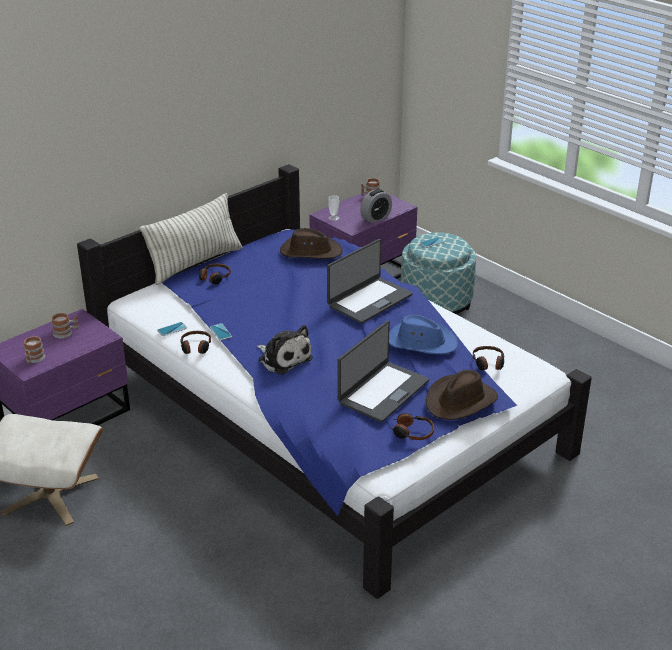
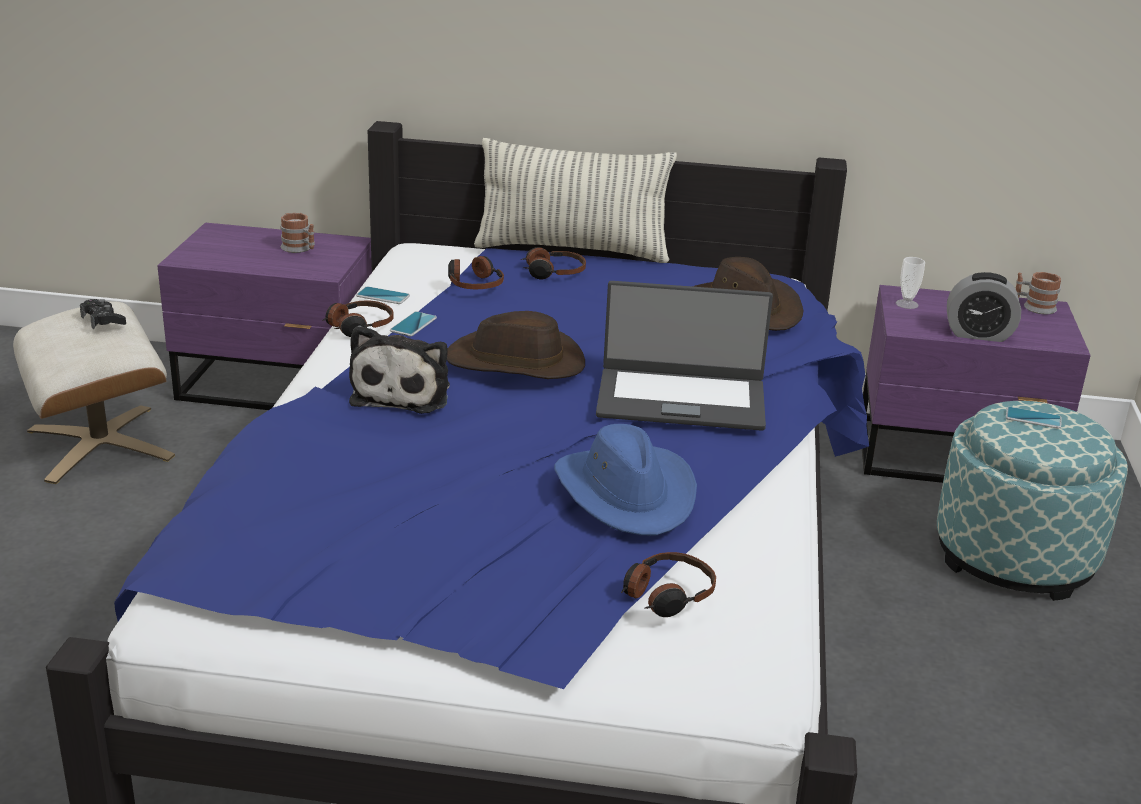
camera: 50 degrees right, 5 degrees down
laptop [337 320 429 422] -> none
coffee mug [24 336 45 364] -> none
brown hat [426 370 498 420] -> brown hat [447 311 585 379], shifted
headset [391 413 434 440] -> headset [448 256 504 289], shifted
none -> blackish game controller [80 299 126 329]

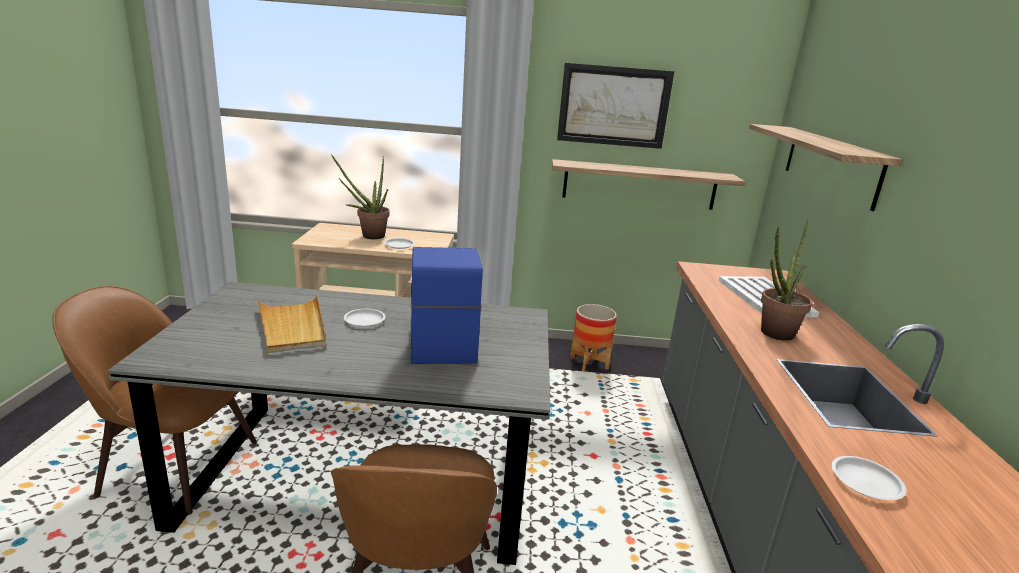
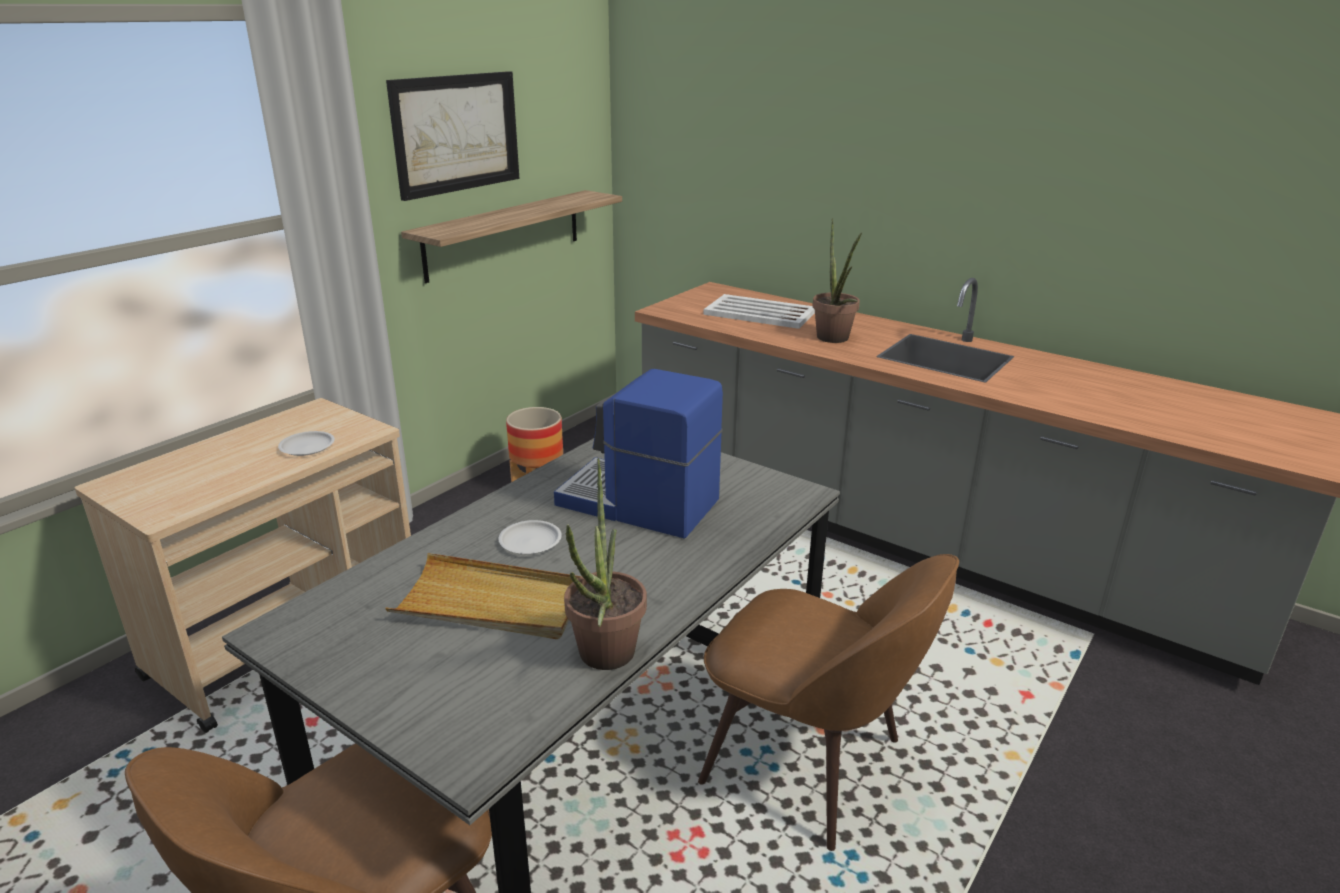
camera: 55 degrees left, 5 degrees up
wall shelf [749 124 903 211] -> none
houseplant [331 154 390 239] -> houseplant [564 458 647 670], shifted
white-coloured flat dish [832 456 907 500] -> none

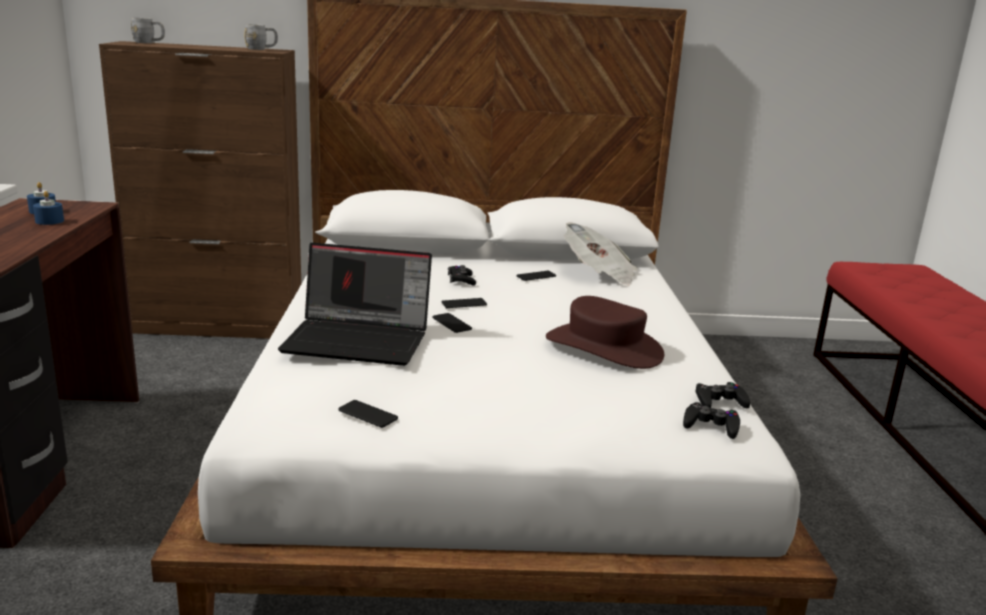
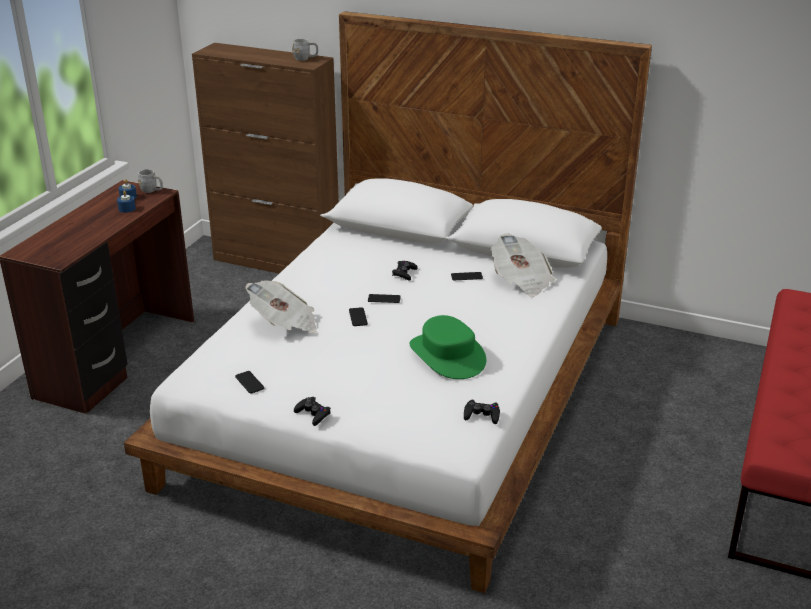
camera: 25 degrees right, 10 degrees up
gray coffee mug [131 18 165 43] -> gray coffee mug [138 169 163 193], shifted
laptop [278 243 432 366] -> newspaper [245 281 317 333]
brown hat [546 296 664 369] -> greenish hat [409 315 486 379]
blackish game controller [683 402 740 439] -> blackish game controller [294 397 331 426], shifted

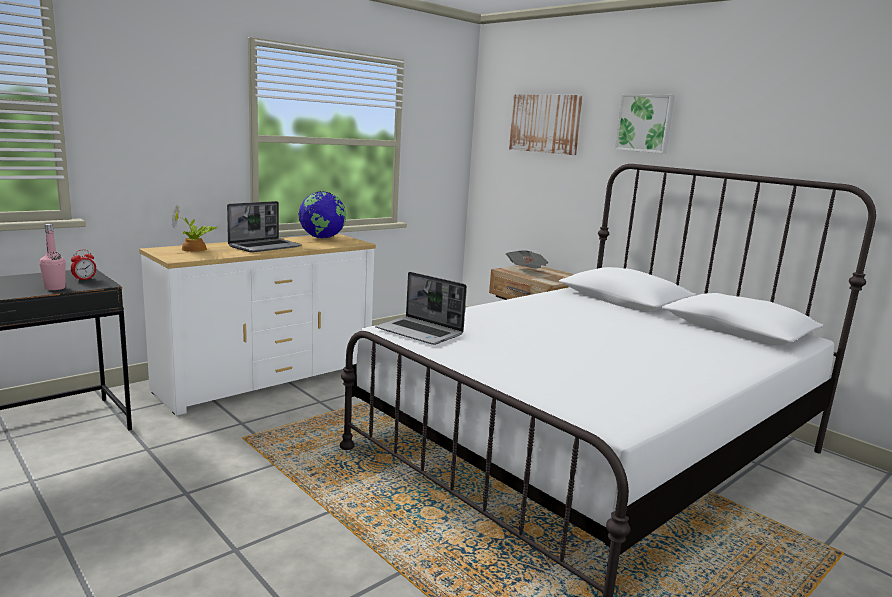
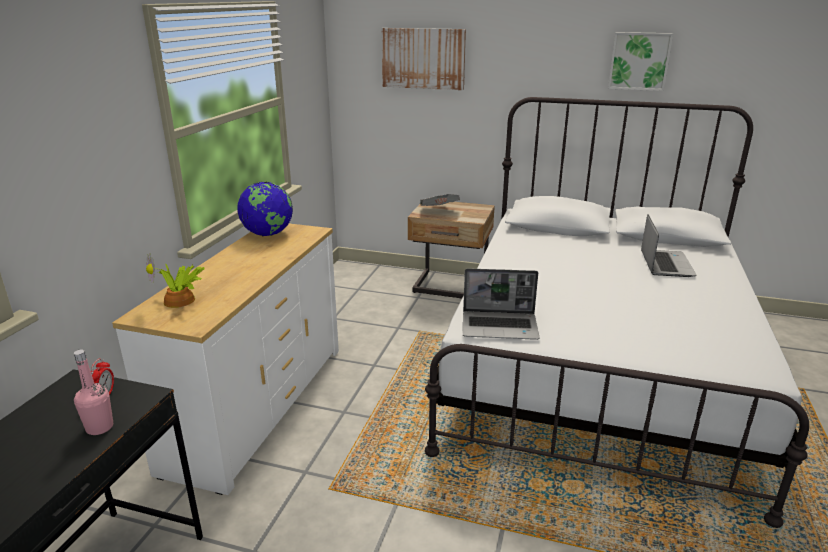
camera: 30 degrees left, 10 degrees up
wall picture [615 94 675 153] -> wall picture [608 32 673 91], shifted
laptop [227 201 302 252] -> laptop [641 214 696 277], shifted

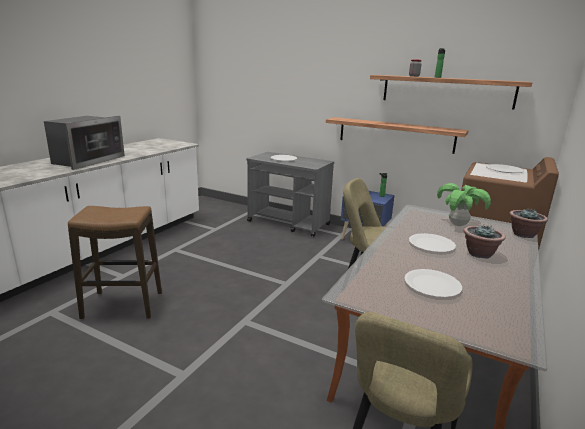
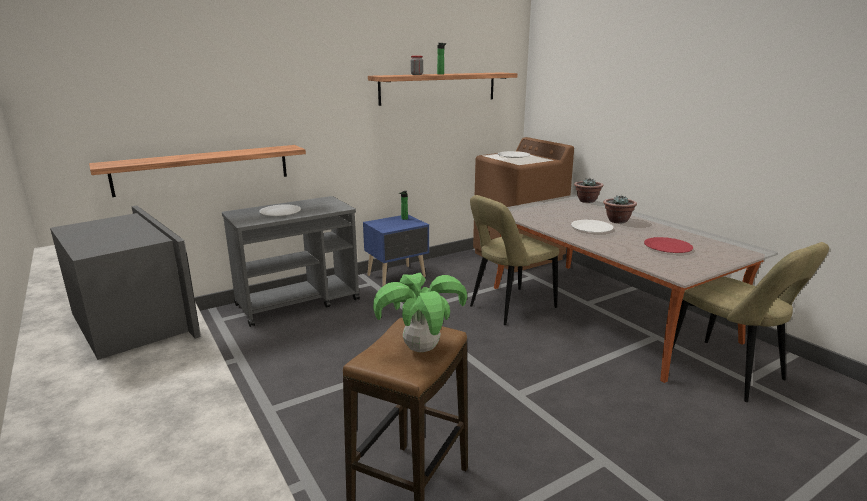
camera: 60 degrees left, 0 degrees up
wall shelf [326 117 469 154] -> wall shelf [89 145 306 197], shifted
houseplant [437 183 491 226] -> houseplant [373 273 467 352], shifted
white-coloured flat dish [404 269 462 298] -> red flat dish [644 237 693 253]

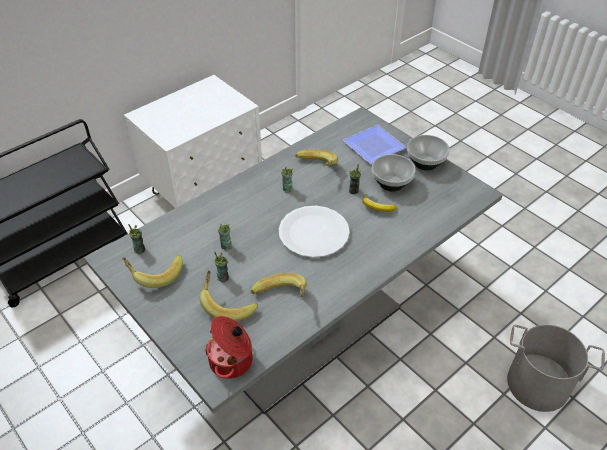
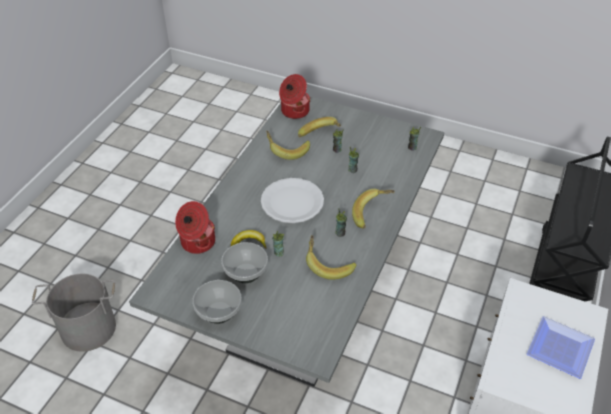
camera: 155 degrees right, 0 degrees up
flat dish [343 125 407 164] -> flat dish [527 316 595 379], shifted
banana fruit [122 255 183 288] -> banana fruit [352 189 394 229], shifted
none -> saucepot [175 201 215 254]

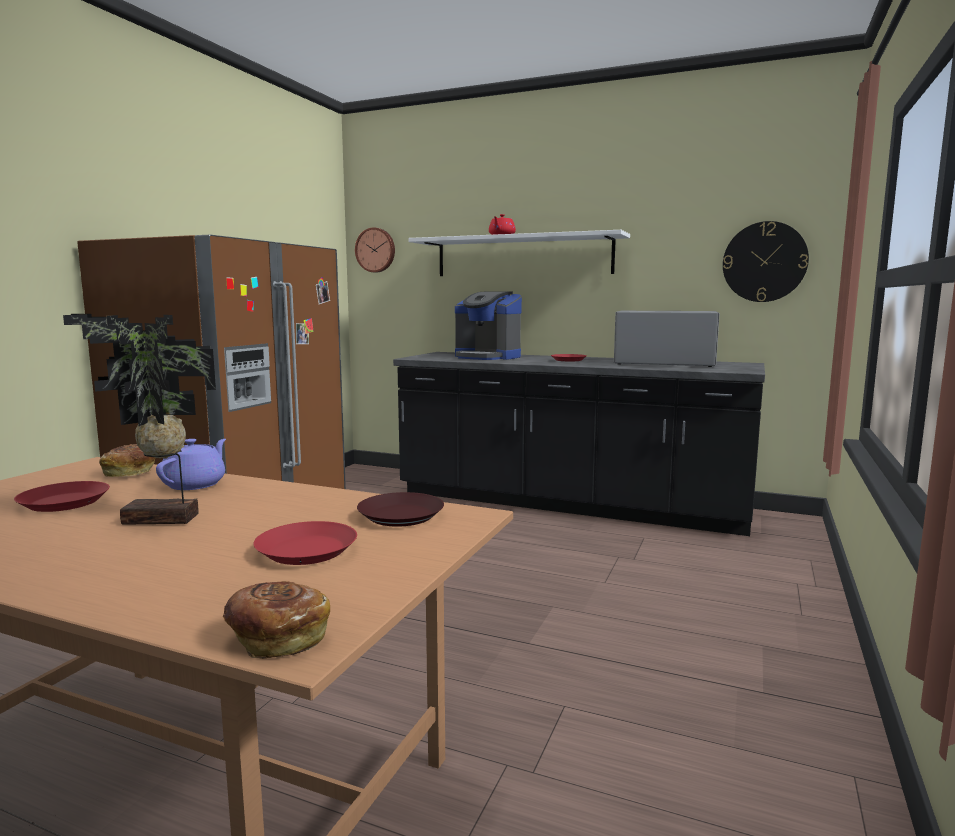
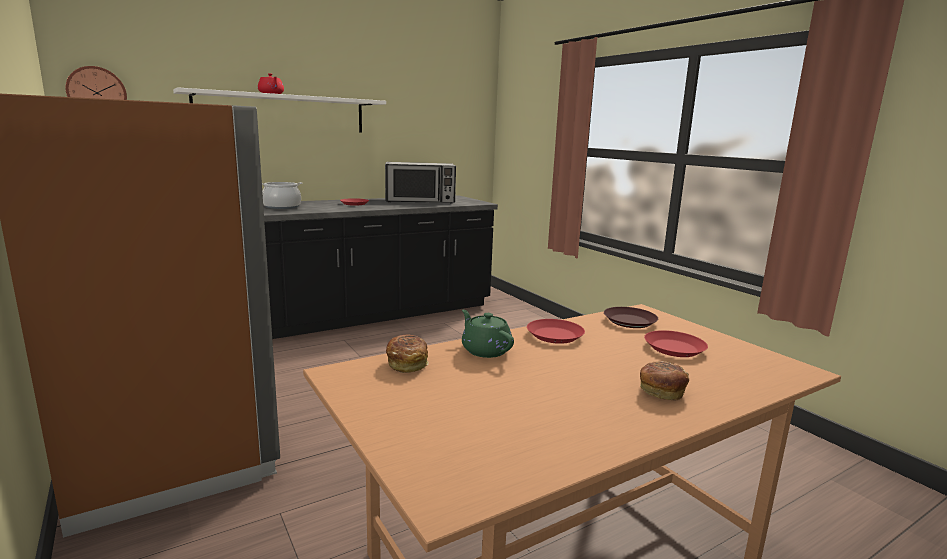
camera: 55 degrees left, 5 degrees up
hanging clock [723 221 809 302] -> none
coffee maker [455 291 522 360] -> saucepot [262 182 302 209]
kitchen microwave [614 311 720 367] -> kitchen microwave [385 162 456 203], 150 degrees counterclockwise
houseplant [63 314 216 525] -> none
purple tea pot [156 439 226 490] -> greenish tea pot [462 310 514 358]
red flat dish [14 481 110 512] -> red flat dish [527 319 585 344], shifted
bread [223 581 330 659] -> bread [640 361 689 400], shifted

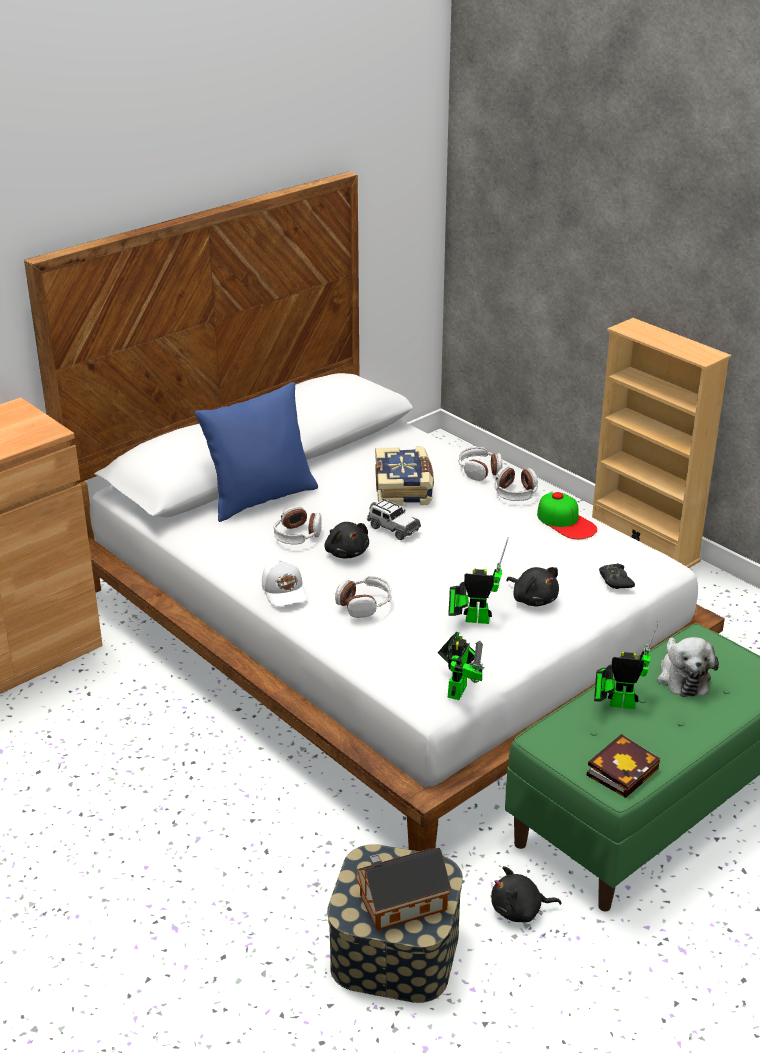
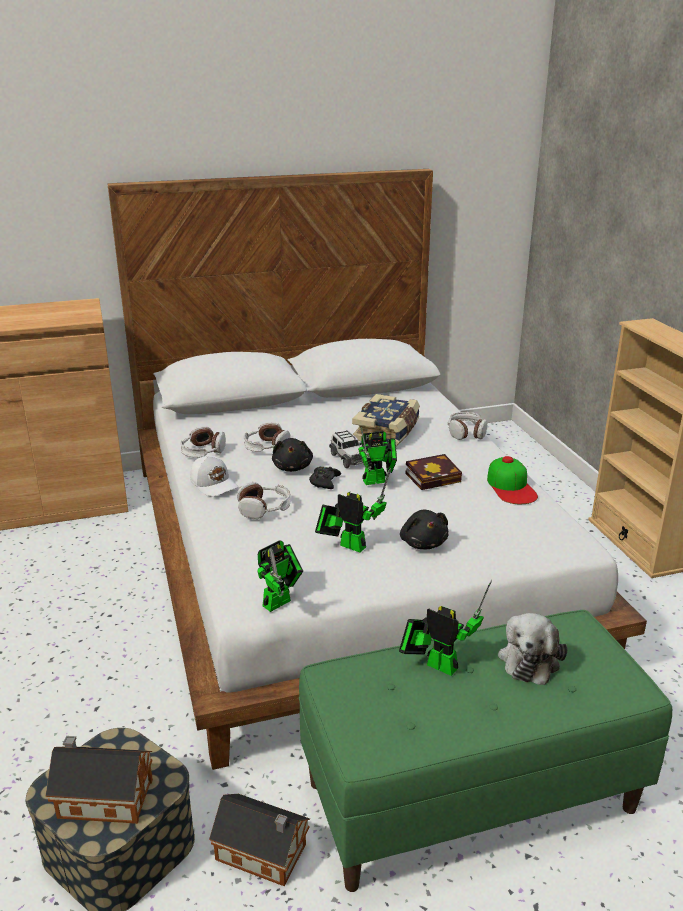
camera: 25 degrees right, 5 degrees down
bluish pillow [195 382 318 522] -> none
headset [494 466 538 501] -> headset [180 426 226 458], shifted
white-coloured cap [262 558 307 607] -> white-coloured cap [190 455 238 496], 45 degrees counterclockwise
blackish game controller [599 563 635 589] -> blackish game controller [309 467 341 489], shifted
book [587 734 660 798] -> book [405 454 462 490], shifted
blackish cuddly toy [491 866 562 923] -> model house [209 794 310 886]
none -> model robot [358 427 397 485]

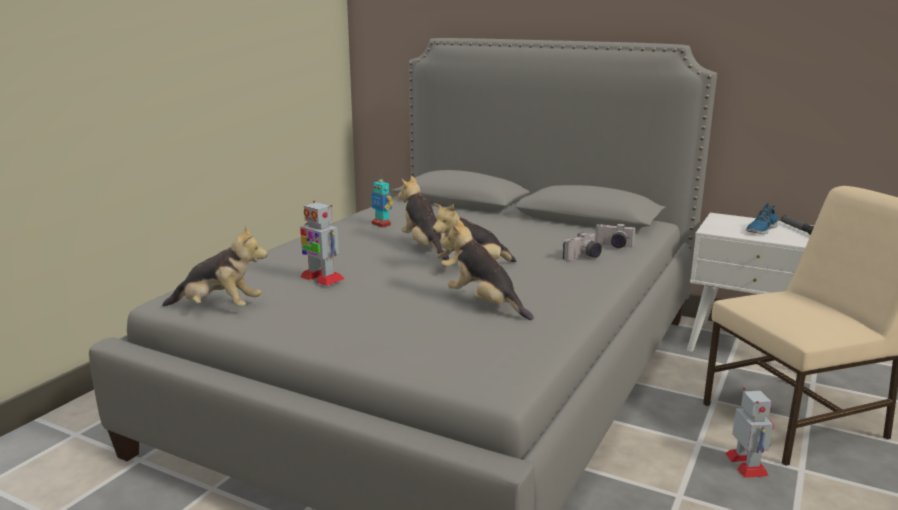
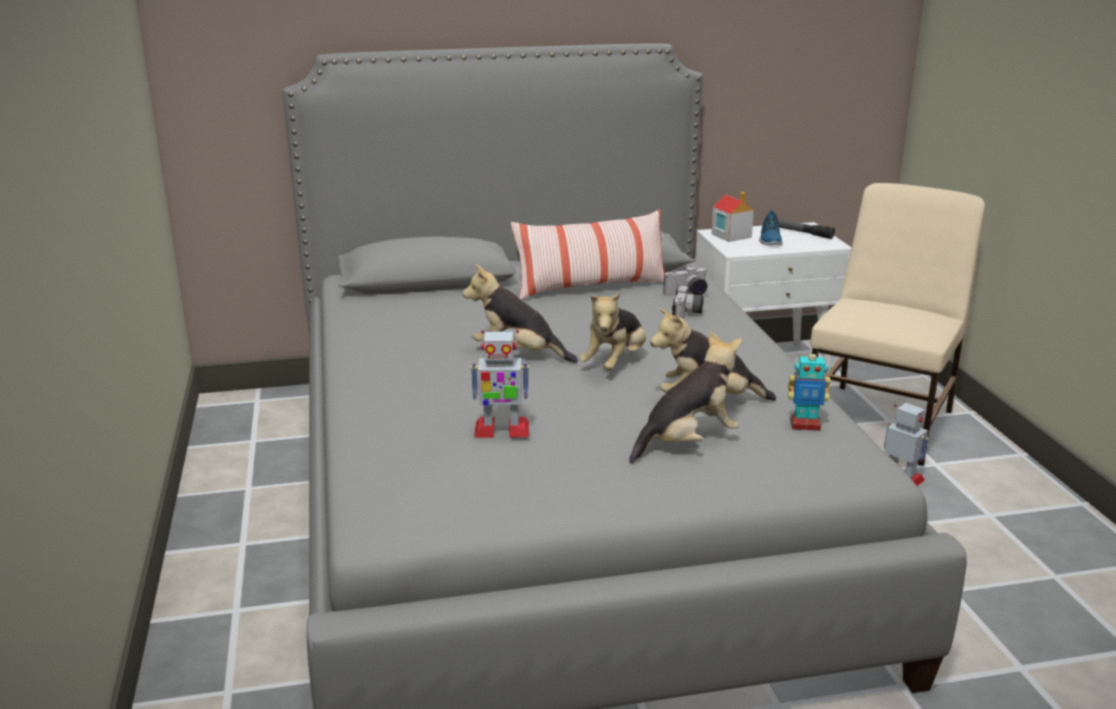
camera: 40 degrees left, 5 degrees up
model robot [371 175 393 227] -> model robot [788 347 830 431], shifted
cuddly toy [162 226 268 307] -> cuddly toy [629 331 742 463], shifted
none -> model house [711 192 754 242]
none -> pillow [511 210 665 300]

